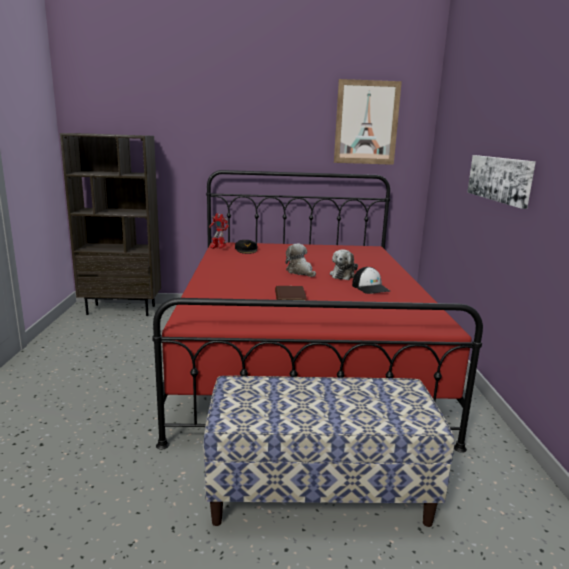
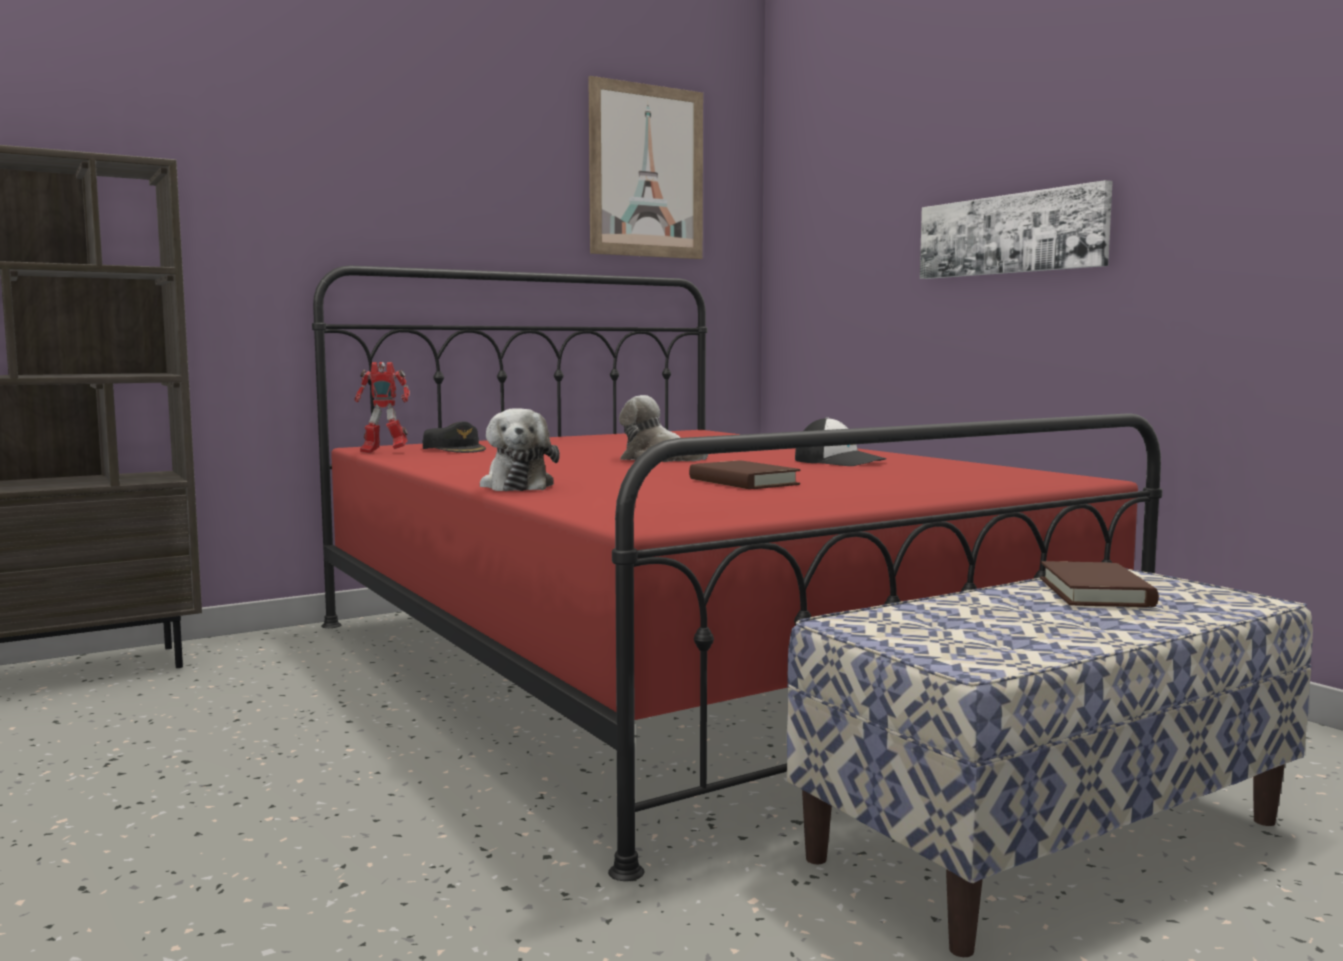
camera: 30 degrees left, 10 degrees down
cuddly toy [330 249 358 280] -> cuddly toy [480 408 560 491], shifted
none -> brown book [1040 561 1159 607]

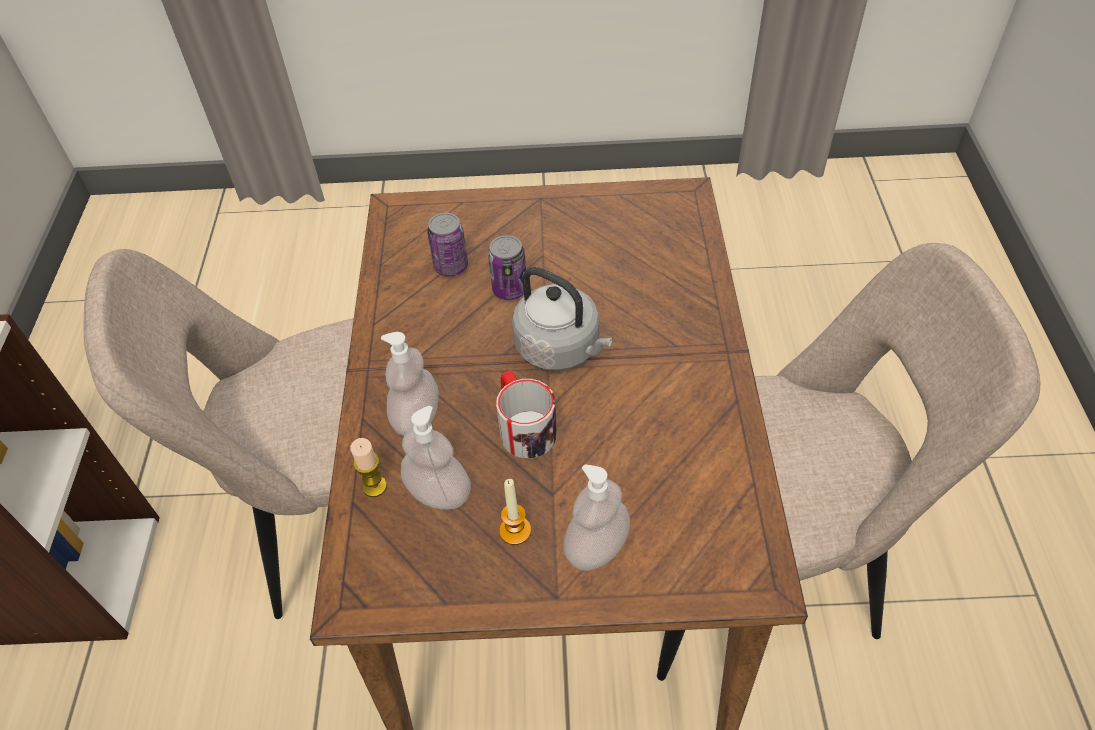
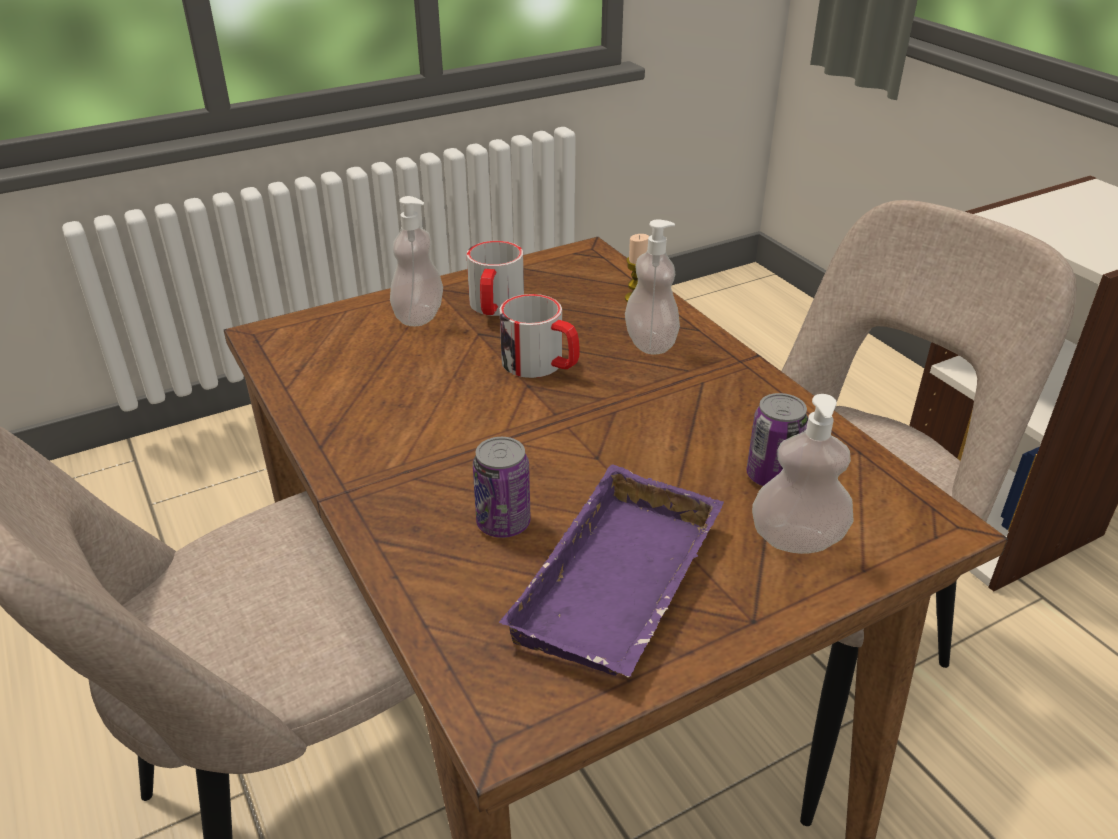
camera: 150 degrees right, 15 degrees down
metal can [488 235 526 300] -> metal can [473 437 531 538], shifted
gray water kettle [512 267 613 371] -> none
soap bottle [401 406 471 510] -> soap bottle [752 394 854 554], shifted
wax light [499 479 531 545] -> coffee mug [467 241 524 316]
none -> purple carrying tray [499 464 724 677]

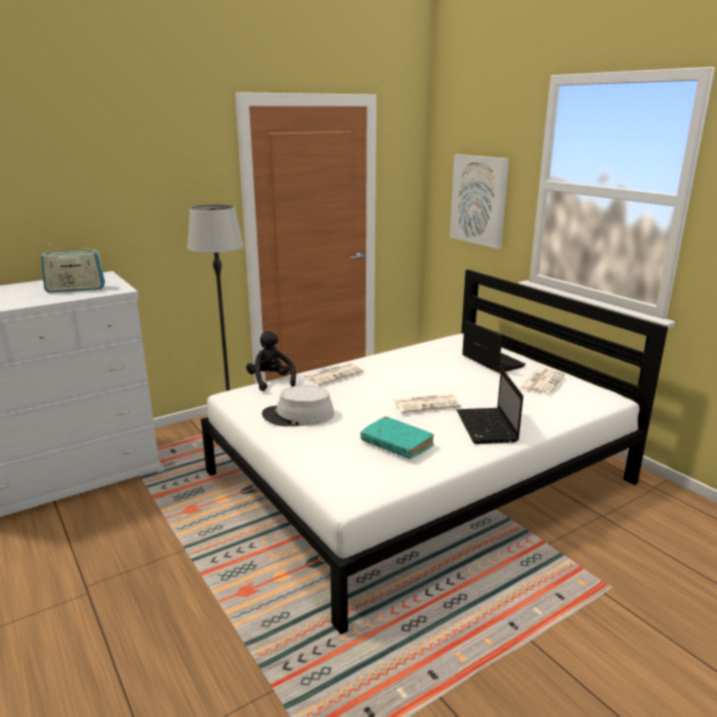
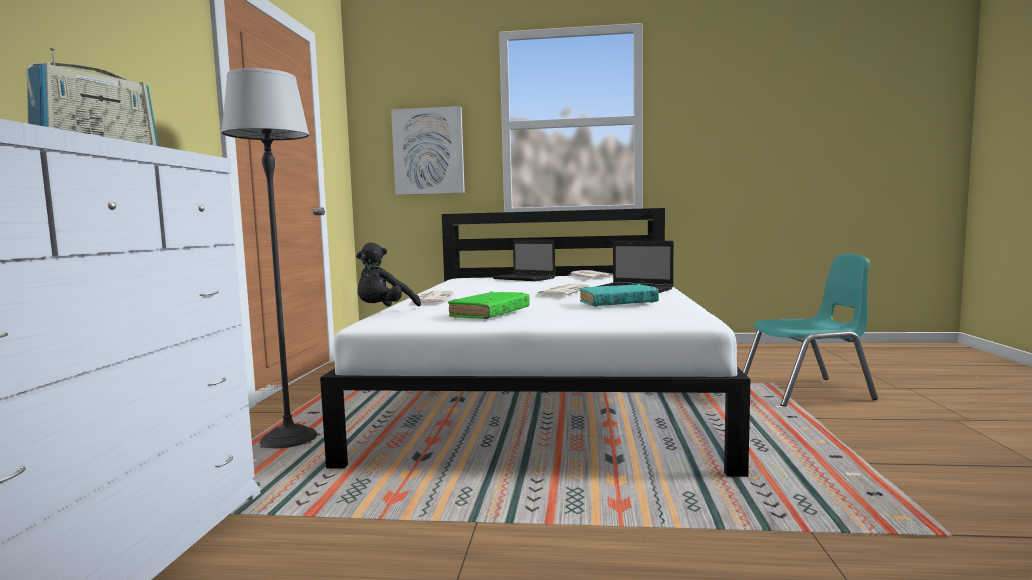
camera: 50 degrees left, 15 degrees down
laptop [462 320 526 373] -> laptop [492 239 555 281], 150 degrees counterclockwise
blackish cuddly toy [246 331 296 391] -> blackish cuddly toy [356 242 421 306], 75 degrees counterclockwise
gray hat [262 385 334 426] -> greenish book [448 291 530 319]
none -> turquoise-coloured upright chair [743 254 878 406]

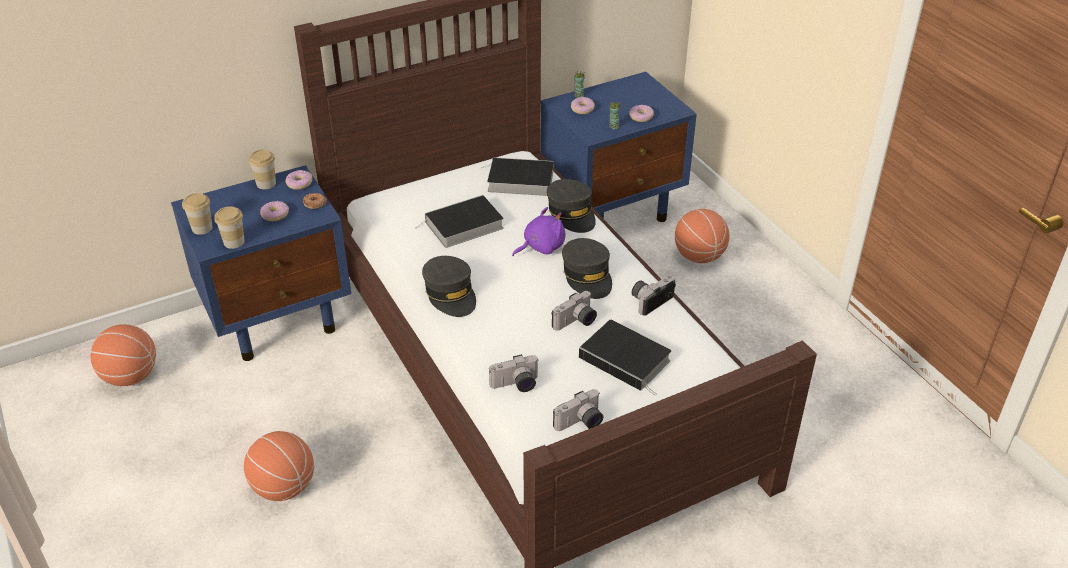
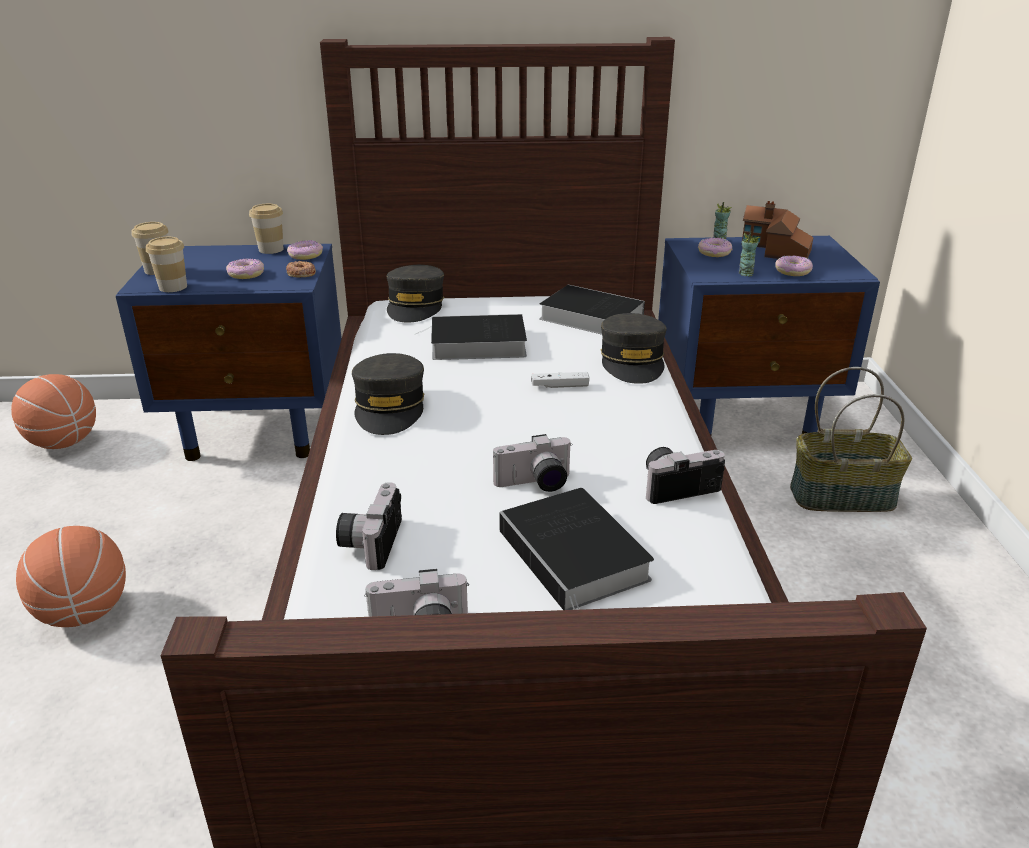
camera: 25 degrees right, 10 degrees down
purple cuddly toy [512 207 566 256] -> white-coloured game controller [531 372 590 388]
basketball ball [675 209 730 263] -> storage basket [790 367 912 512]
gray cap [562 238 612 299] -> gray cap [387 265 444 323], shifted
photo camera [489 354 538 392] -> photo camera [336 482 402 570], 90 degrees clockwise
none -> model house [742 201 814 259]

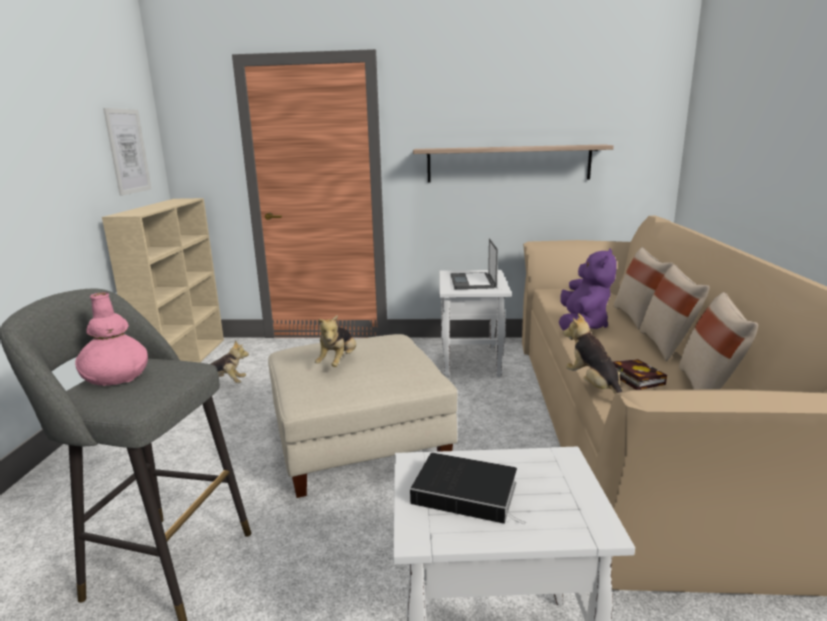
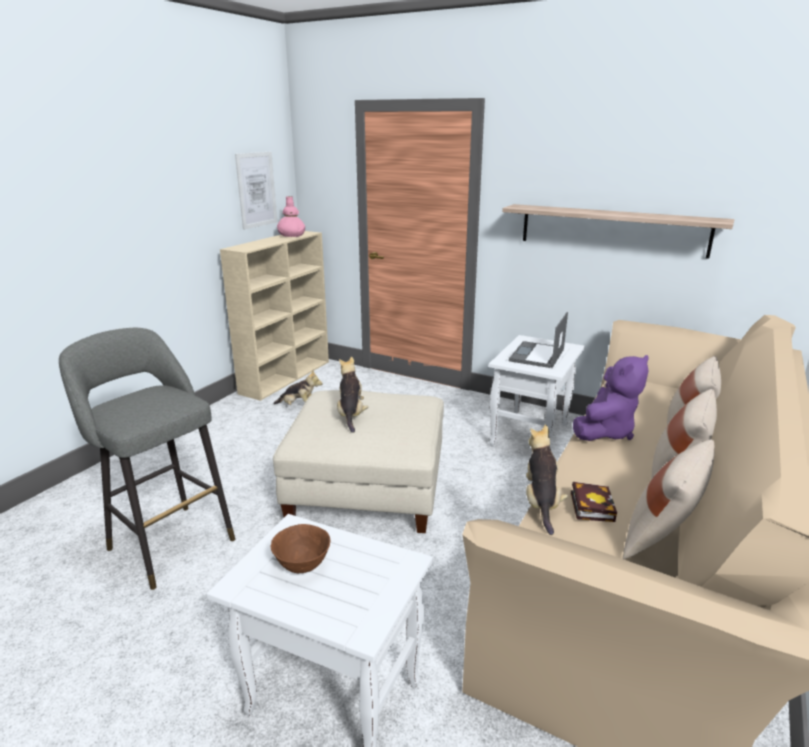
camera: 25 degrees right, 5 degrees up
pinkish decorative vase [75 292 148 386] -> pinkish decorative vase [277 196 305 237], shifted
cuddly toy [315 315 356 367] -> cuddly toy [337 357 368 433], 135 degrees clockwise
book [410 453 526 524] -> brown bowl [271 524 331 573]

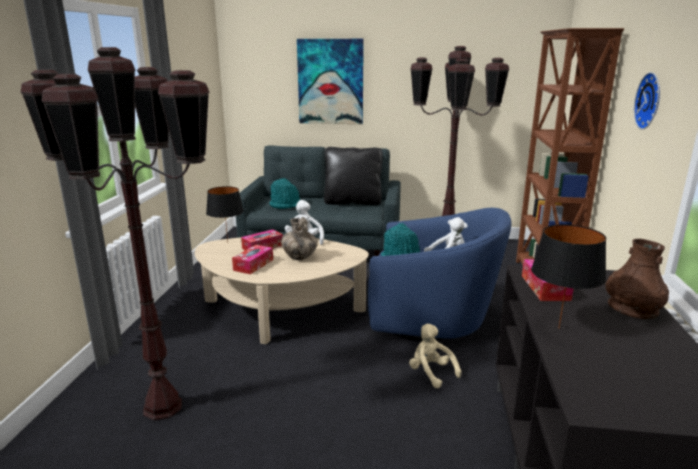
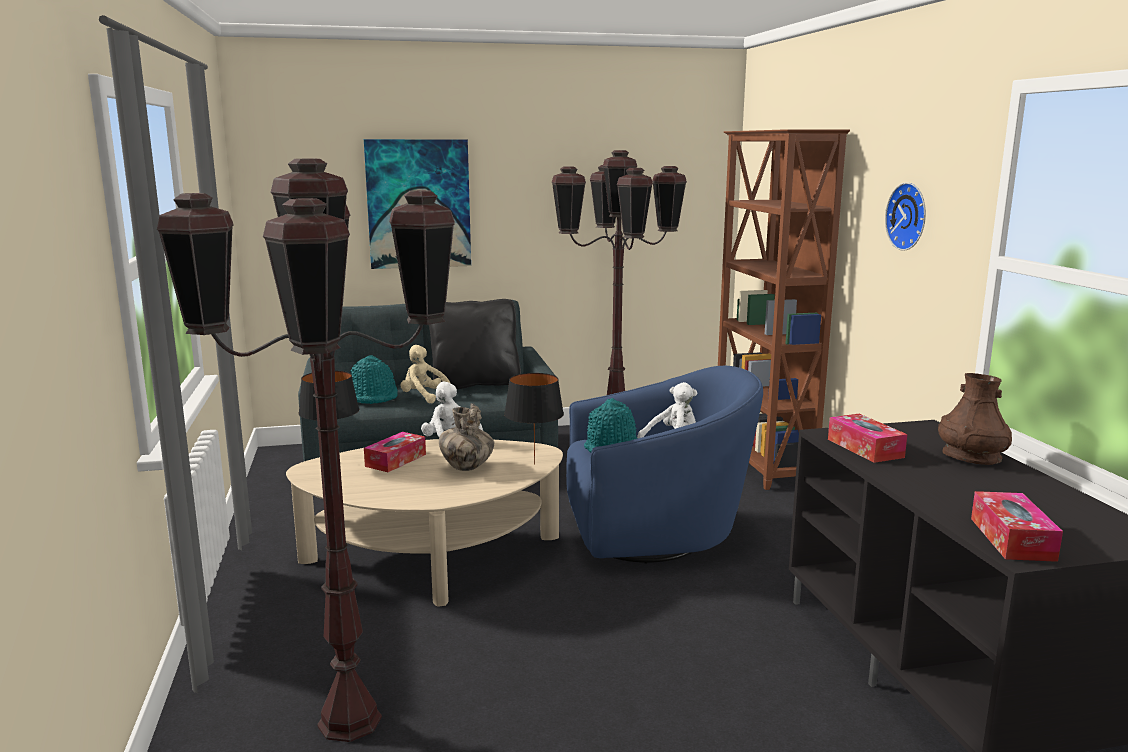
camera: 20 degrees left, 5 degrees down
blackish lamp for a table [531 224 606 329] -> blackish lamp for a table [504 373 564 465], shifted
tissue holder [232 245 273 274] -> tissue holder [971 491 1063 562], shifted
sand-coloured cuddly toy [409 324 462 388] -> sand-coloured cuddly toy [400 345 451 404], shifted

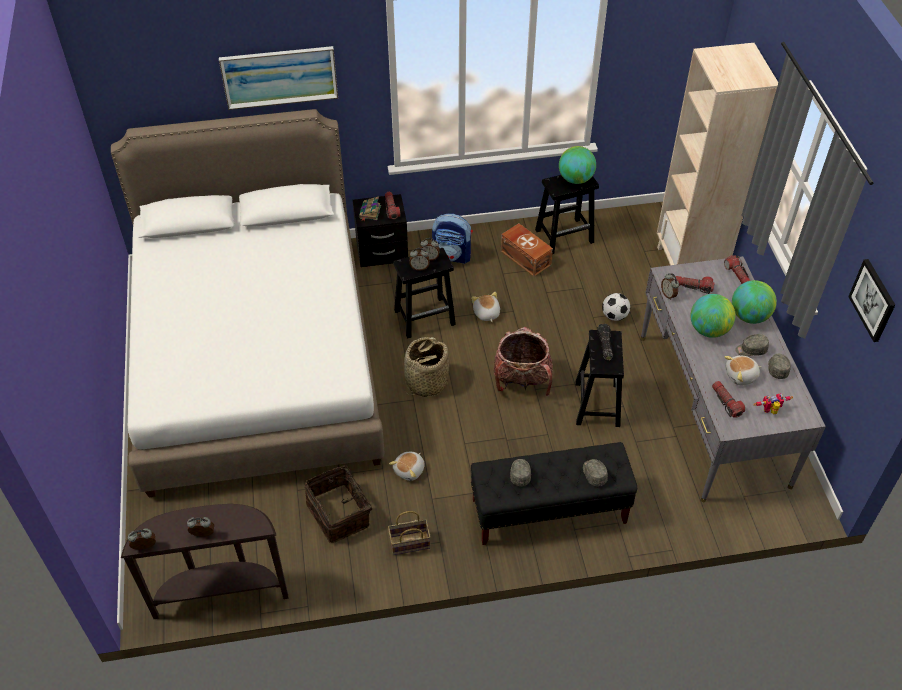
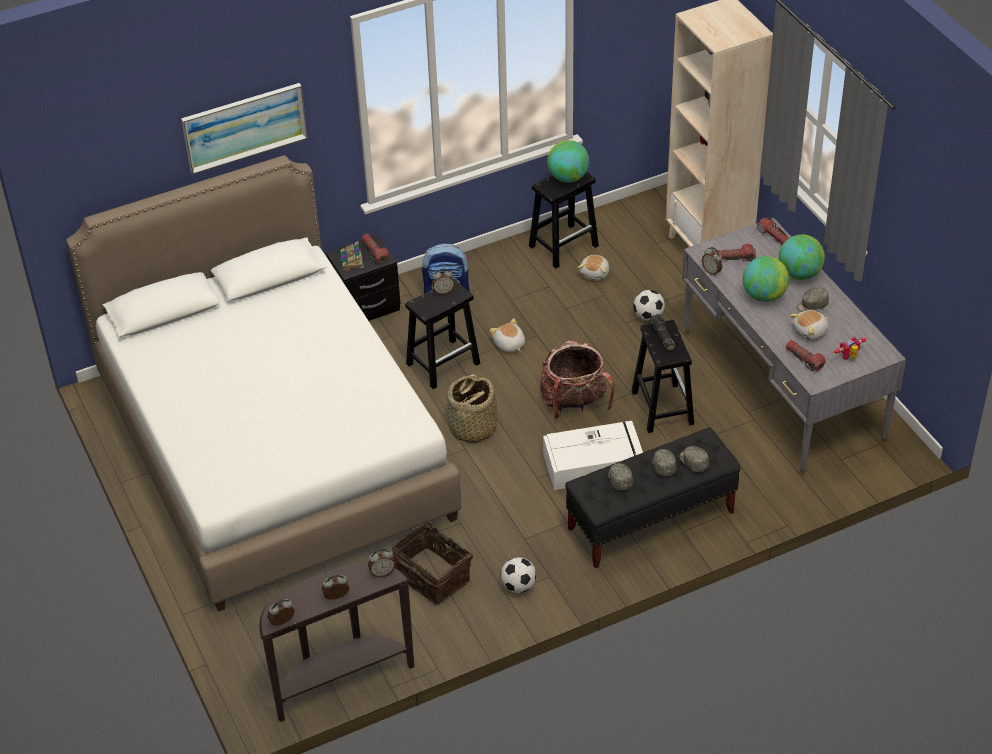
camera: 15 degrees left, 5 degrees down
brown storage bin [501 223 553 277] -> none
table clock [409 248 430 271] -> table clock [368 549 395 577], shifted
wall picture [848 259 895 342] -> none
gray cap [768 354 791 379] -> gray cap [653 449 676 476], shifted
cuddly toy [389 452 425 481] -> cuddly toy [578 255 609 281], shifted
storage basket [388 511 431 555] -> football [501 557 536 593]
none -> white-coloured storage bin [543 421 643 490]

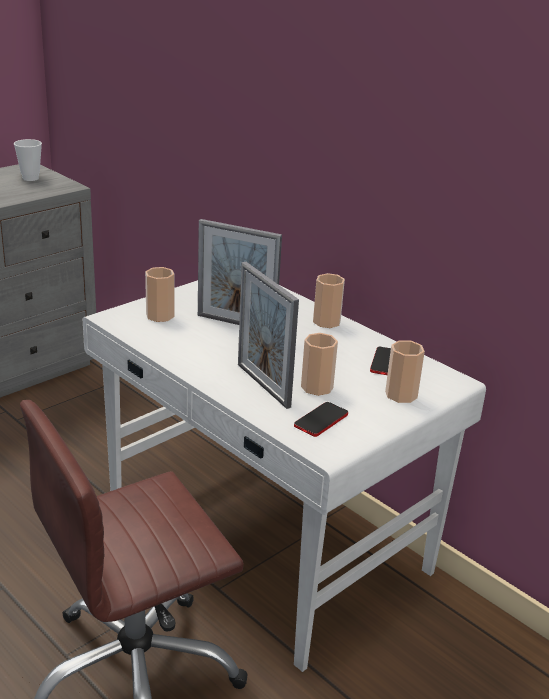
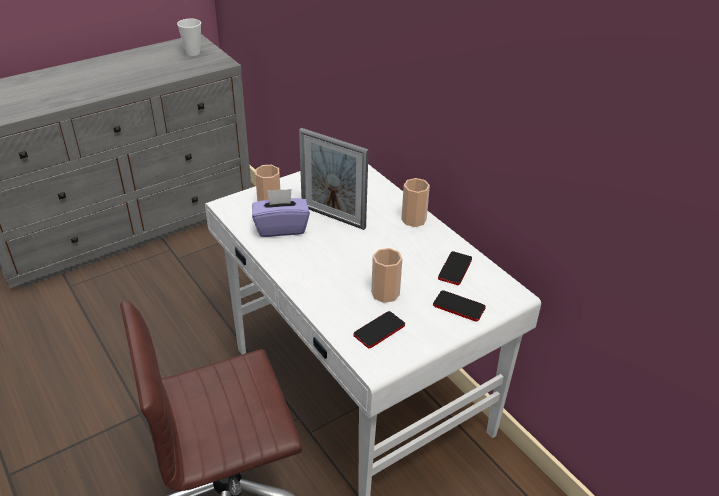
camera: 10 degrees right, 10 degrees up
standing frame [238 262 299 409] -> none
cup [385 340 425 403] -> phone [433 290 486 322]
none -> purple tissue holder [252 189 310 237]

